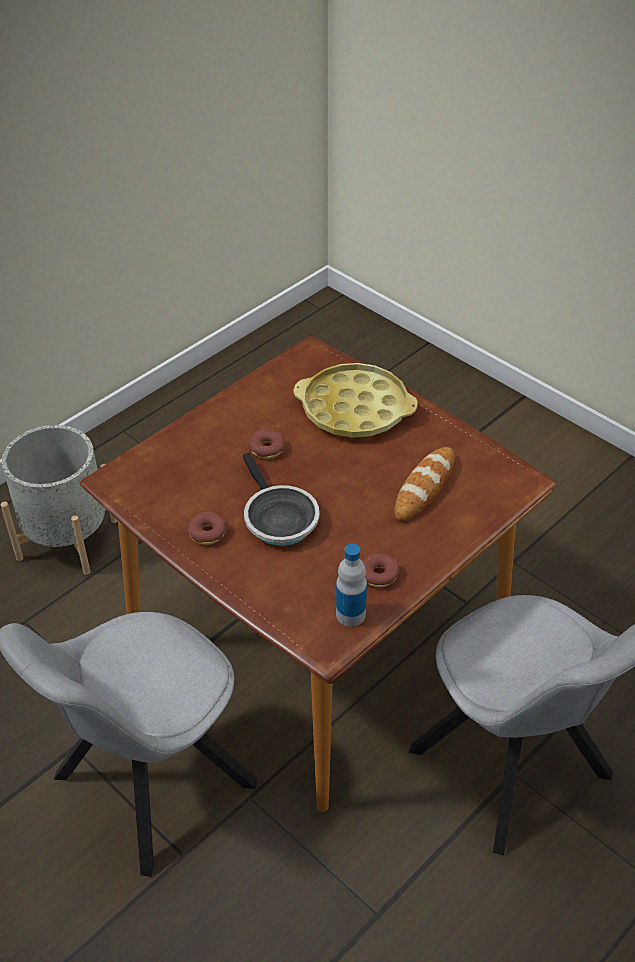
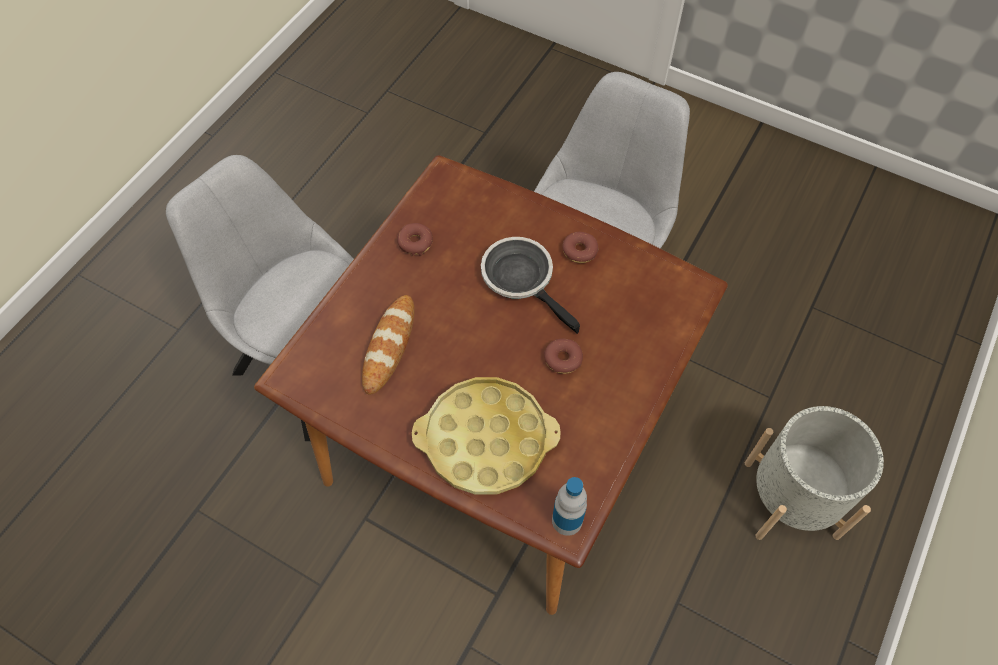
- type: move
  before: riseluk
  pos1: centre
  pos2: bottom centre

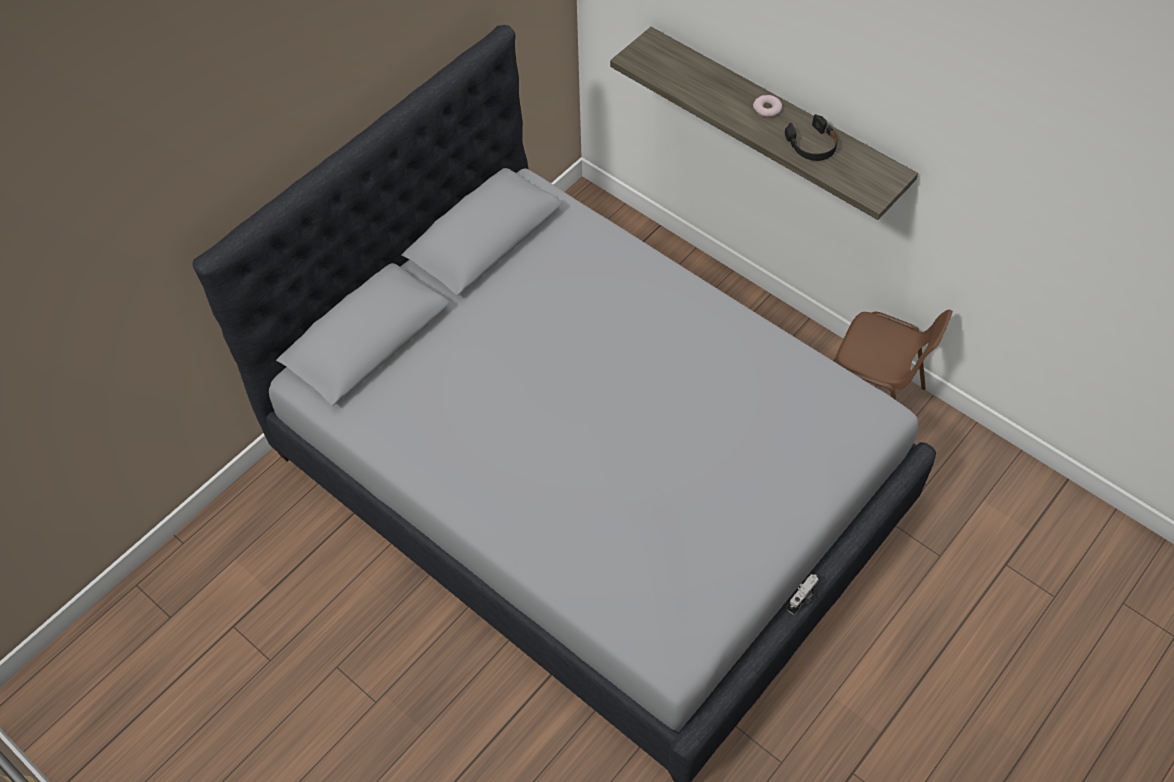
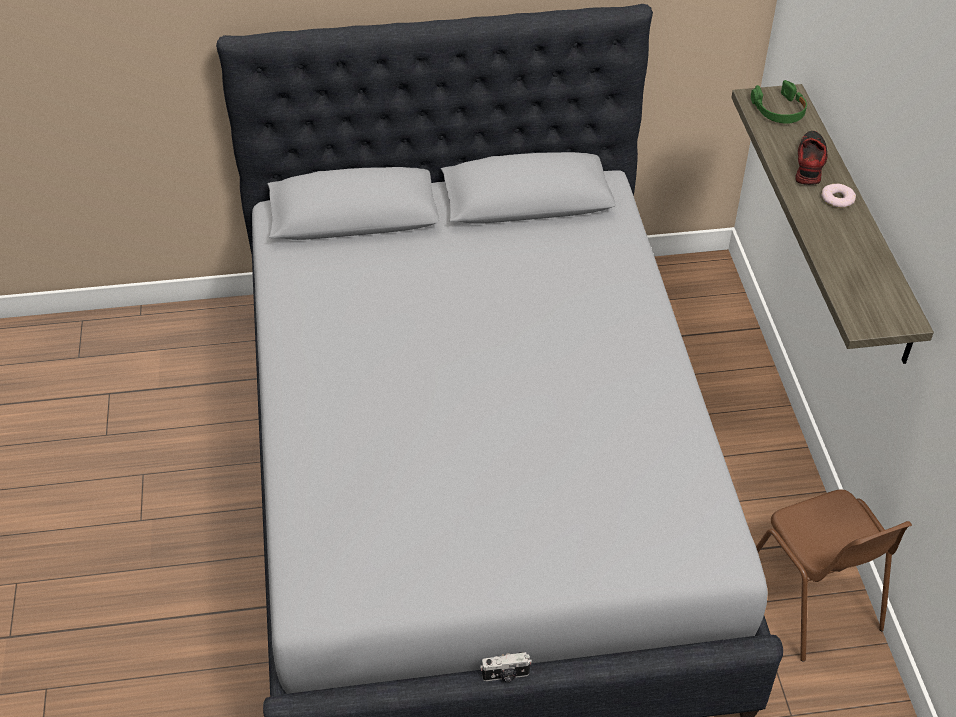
- type: delete
  before: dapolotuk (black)
  pos1: top right
- type: insert
  after: dapolotuk (green)
  pos2: top right
- type: insert
  after: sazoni
  pos2: top right

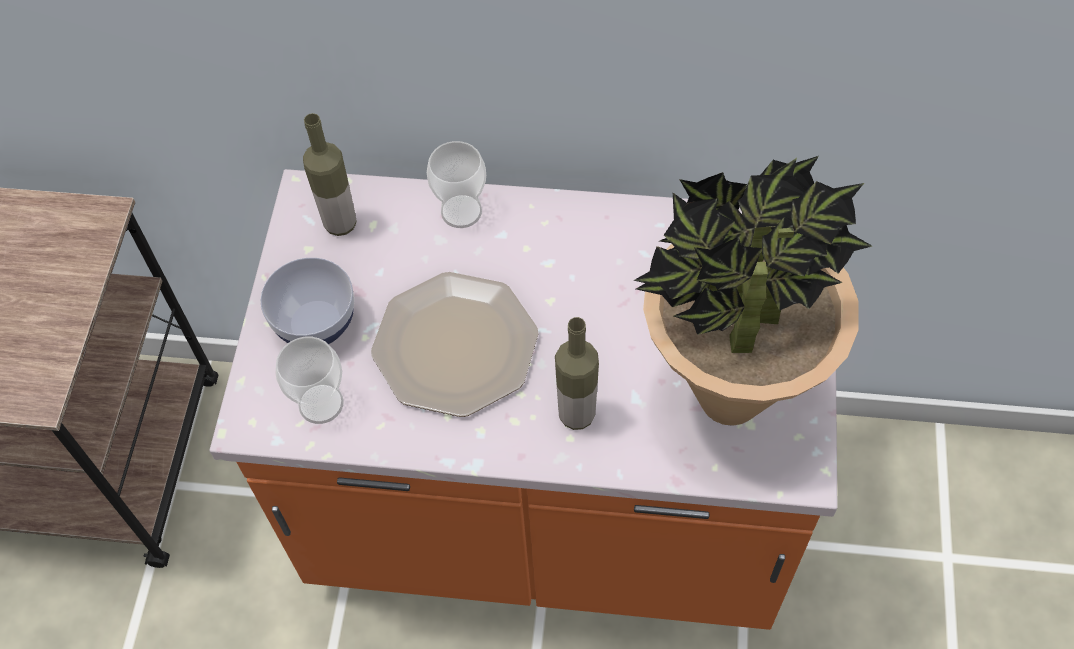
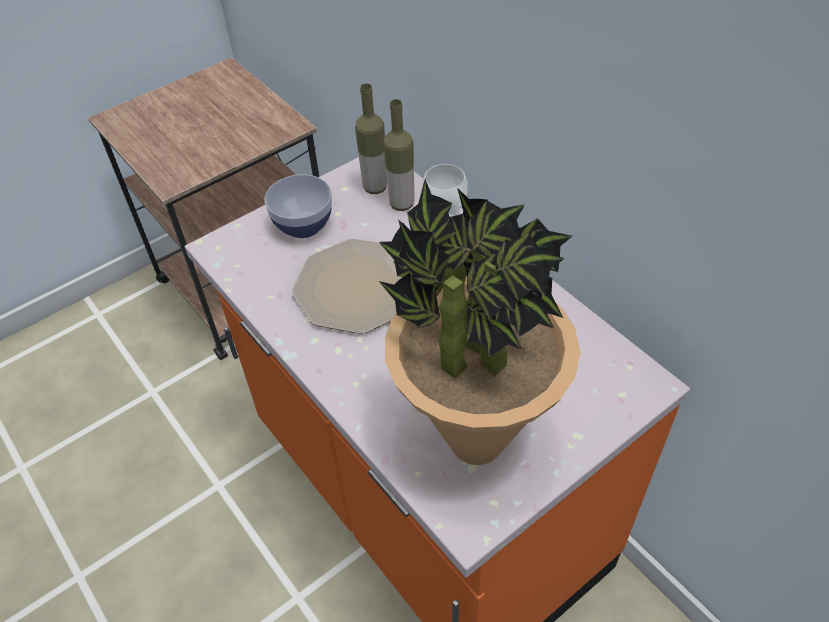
- type: delete
  before: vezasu (1st from left)
  pos1: middle left
- type: move
  before: riseluk (2nd from left)
  pos1: centre
  pos2: top centre

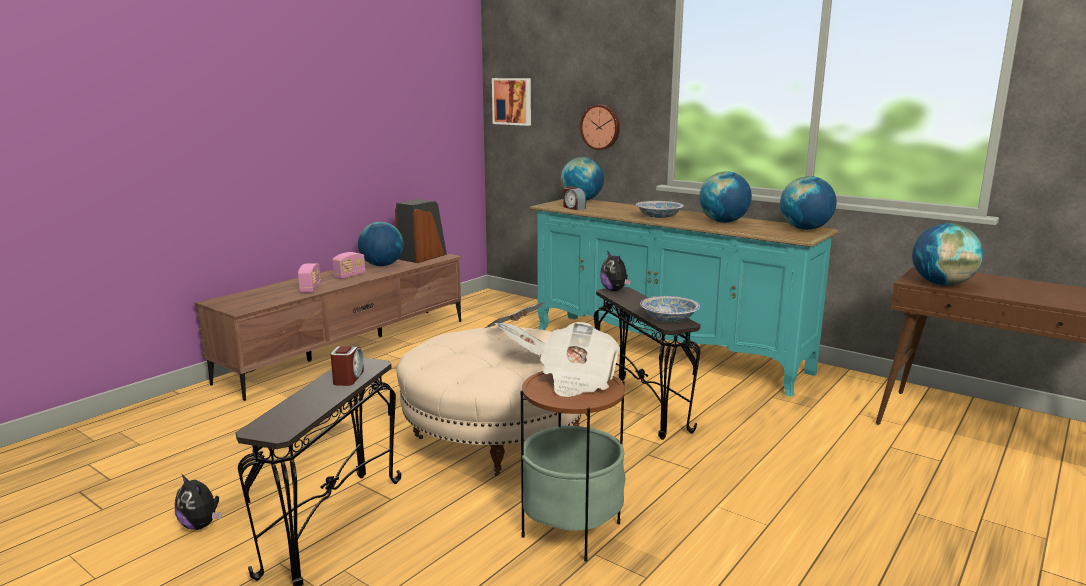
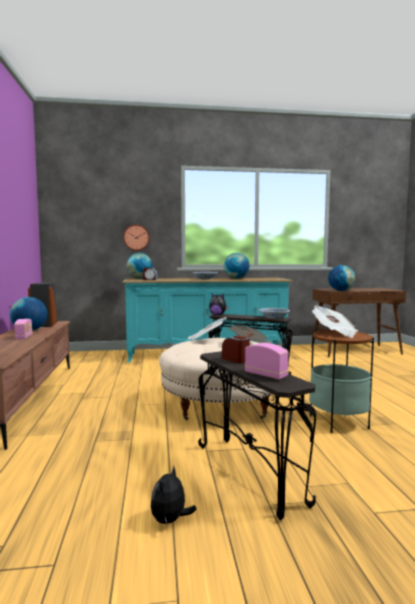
- type: delete
  before: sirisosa
  pos1: top centre
- type: delete
  before: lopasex (4th from left)
  pos1: middle right
- type: move
  before: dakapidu (1st from left in the first image)
  after: dakapidu (2nd from left)
  pos1: middle left
  pos2: centre
- type: rotate
  before: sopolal (1st from left)
  pos1: bottom left
  pos2: bottom centre
  turn: 120

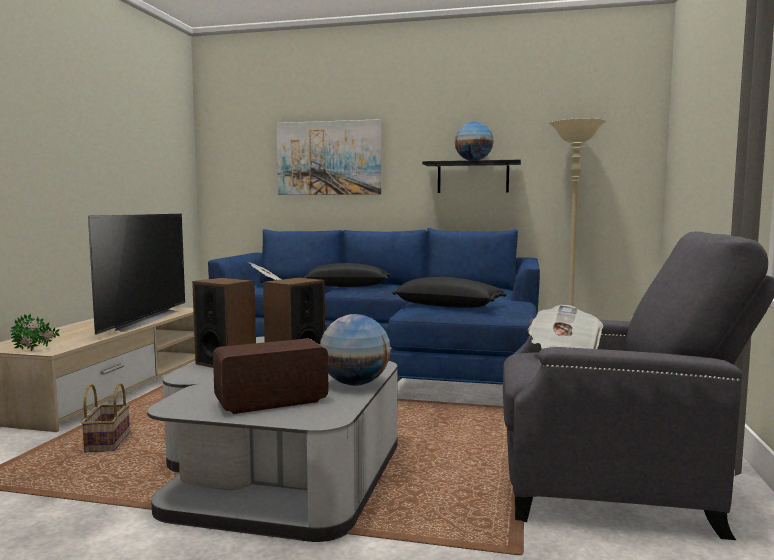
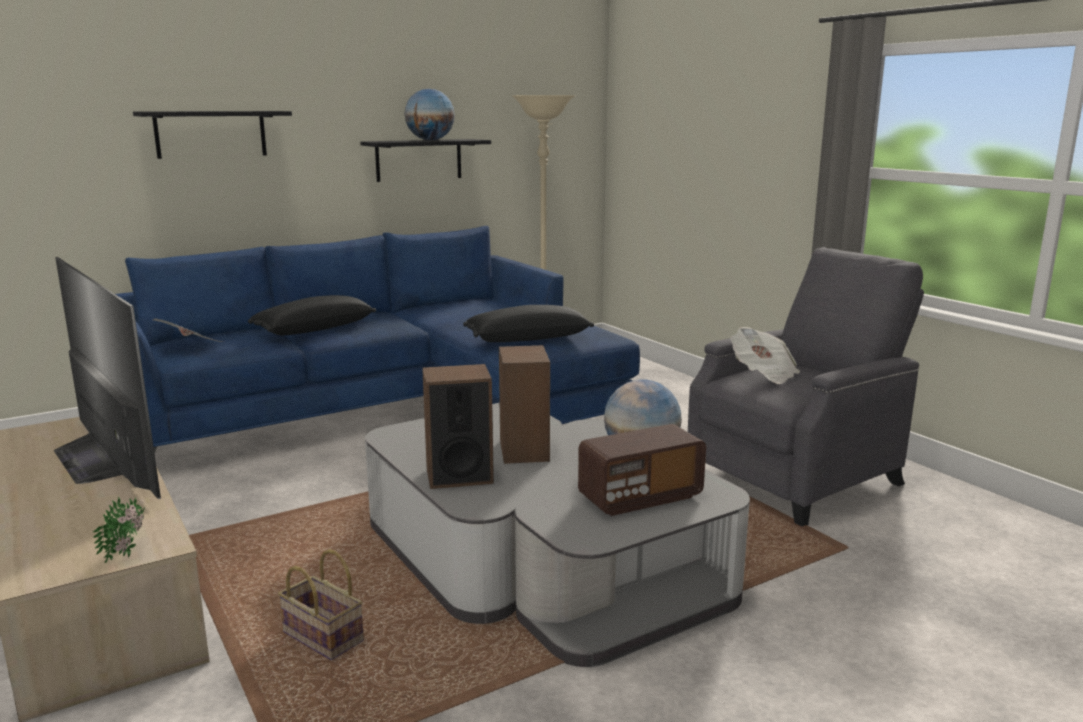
- type: replace
  before: sirisosa
  after: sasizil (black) (1st from left)
  pos1: top centre
  pos2: top left
- type: rotate
  before: dakapidu
  pos1: bottom centre
  pos2: centre
  turn: -135

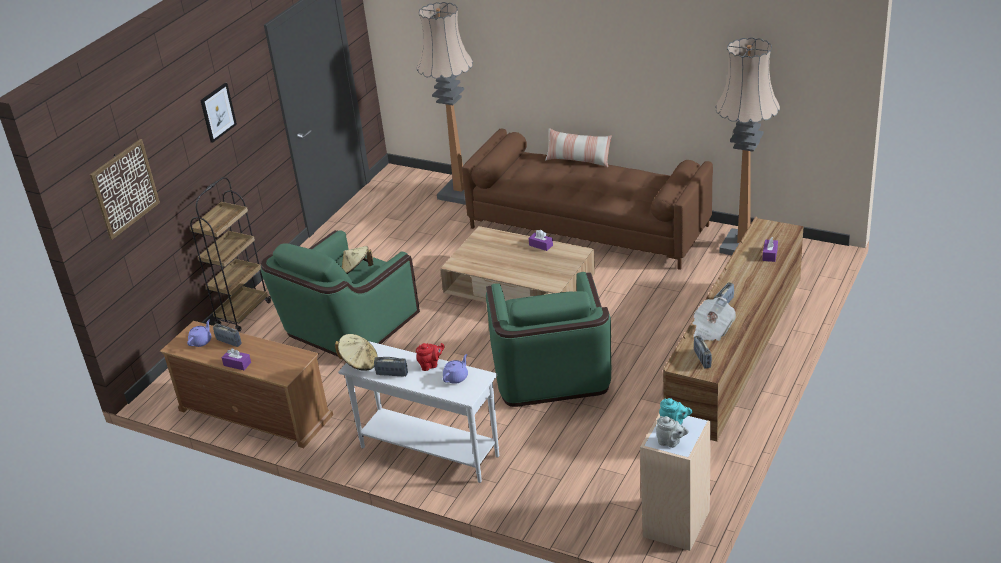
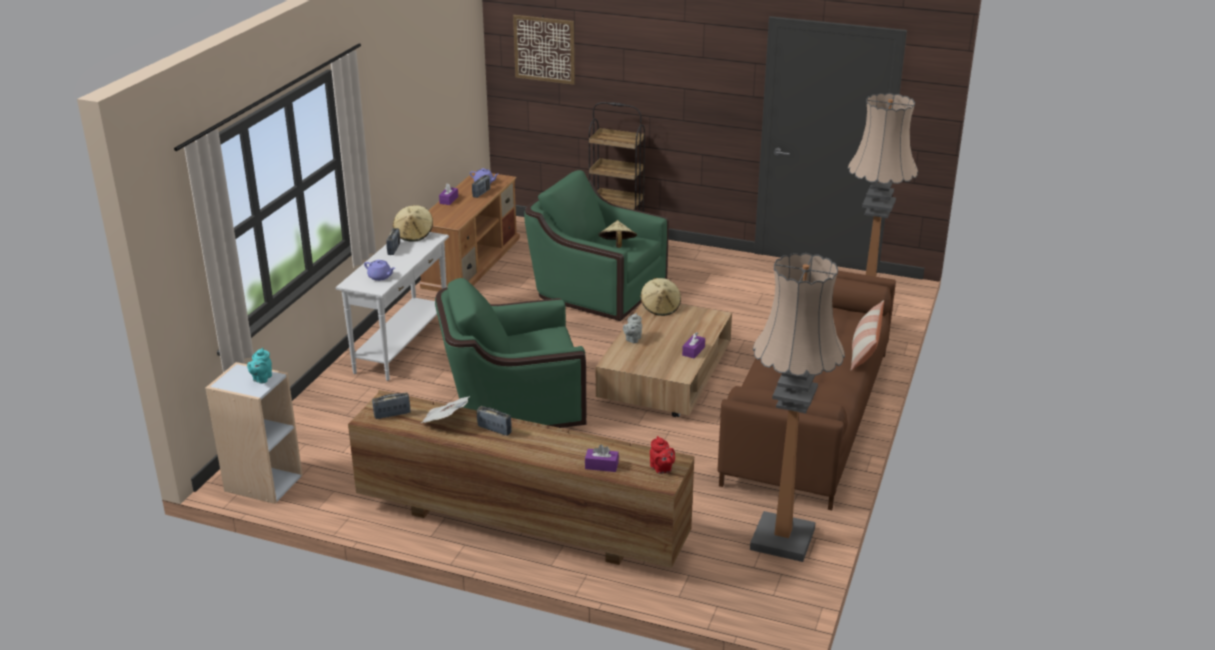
- type: delete
  before: sirisosa (2nd from left)
  pos1: top left
- type: insert
  after: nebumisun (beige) (3rd from left)
  pos2: centre
- type: move
  before: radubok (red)
  pos1: centre
  pos2: bottom centre
- type: move
  before: radubok (grey)
  pos1: bottom right
  pos2: centre

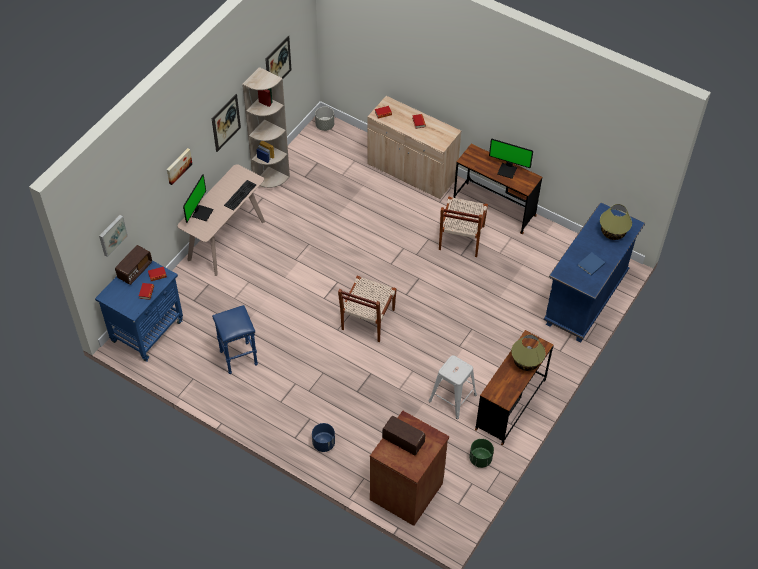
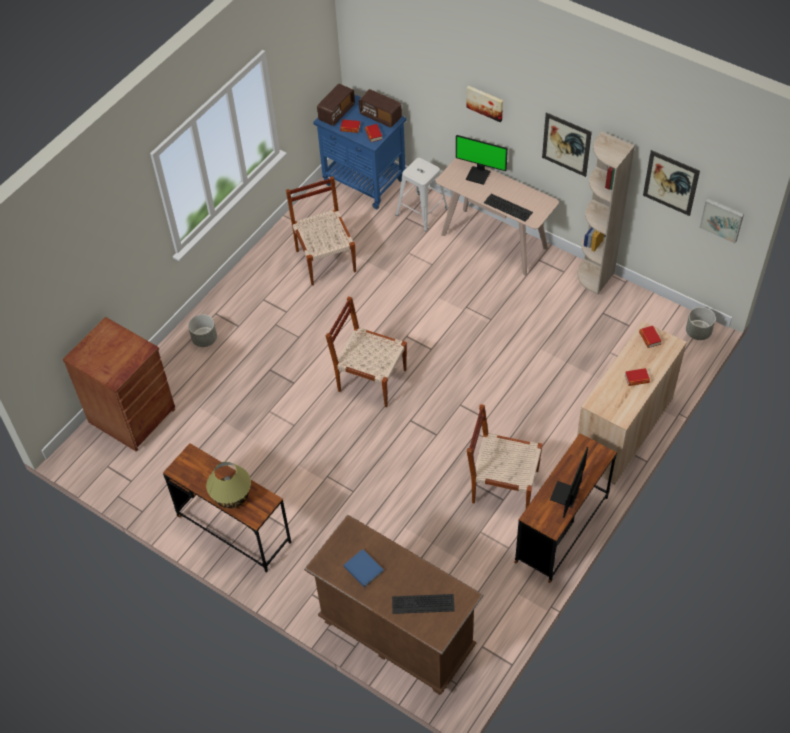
- type: delete
  before: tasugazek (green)
  pos1: bottom centre
- type: move
  before: sirisosa (1st from left in the first image)
  after: sirisosa (4th from left)
  pos1: middle left
  pos2: top right
- type: move
  before: dakapidu (2nd from left in the first image)
  after: dakapidu (1st from left)
  pos1: bottom centre
  pos2: top centre
- type: move
  before: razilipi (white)
  pos1: bottom centre
  pos2: top centre
- type: replace
  before: razilipi (blue)
  after: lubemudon (1st from left)
  pos1: middle left
  pos2: top centre
- type: replace
  before: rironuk (2nd from left)
  after: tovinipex (1st from left)
  pos1: middle right
  pos2: bottom centre
- type: recolor
  before: tasugazek (blue)
  after: tasugazek (grey) (1st from left)
  pos1: bottom centre
  pos2: middle left
- type: recolor
  before: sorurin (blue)
  after: sorurin (brown) (2nd from left)
  pos1: middle right
  pos2: bottom centre

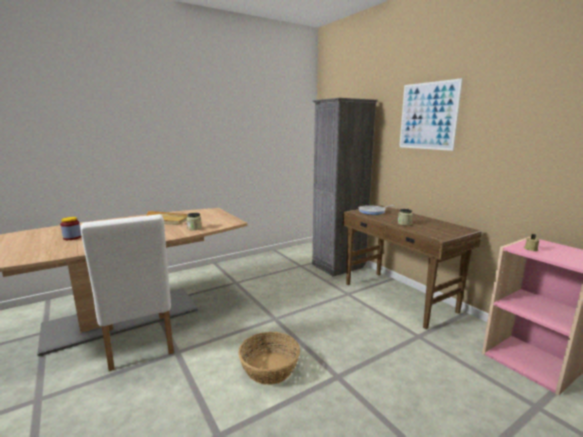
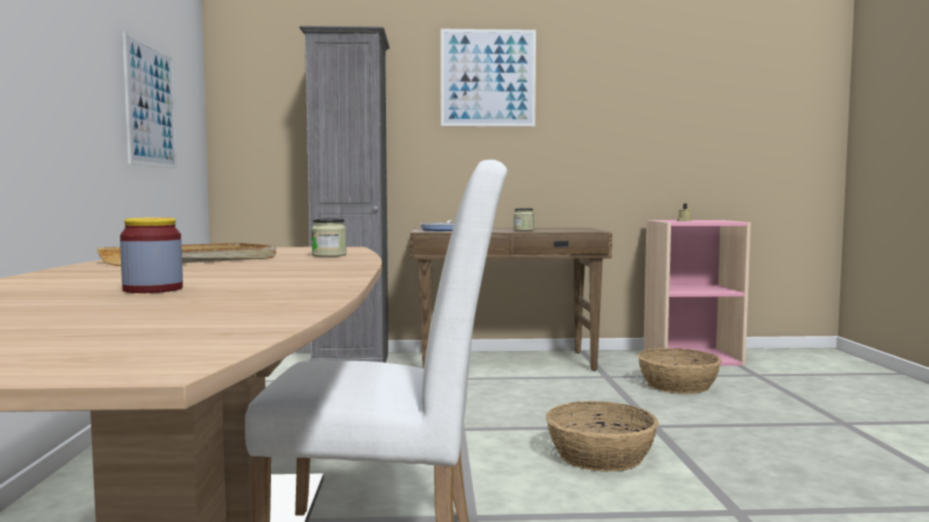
- type: insert
  after: sirisosa (1st from left)
  pos2: top left
- type: insert
  after: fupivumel (2nd from left)
  pos2: bottom right

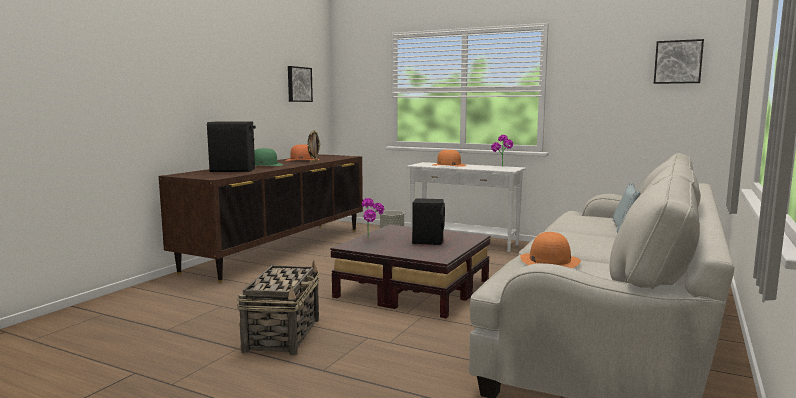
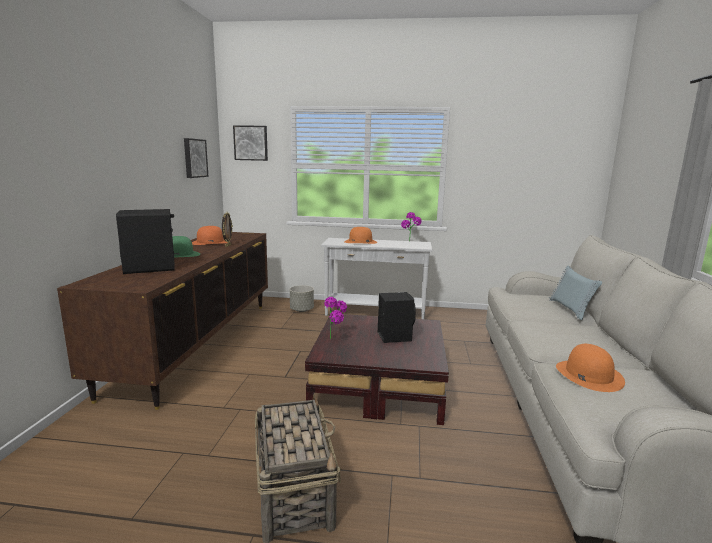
- type: move
  before: sirisosa (2nd from left)
  pos1: top right
  pos2: top centre

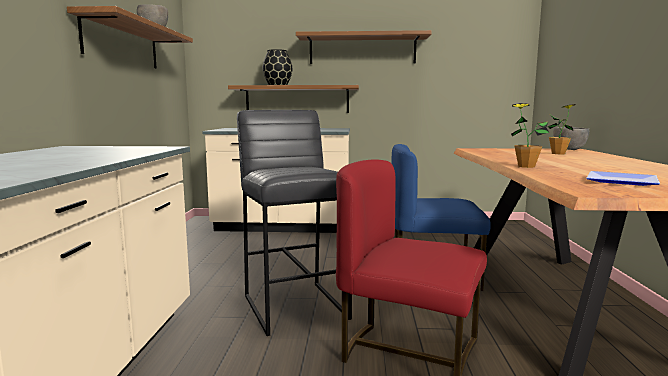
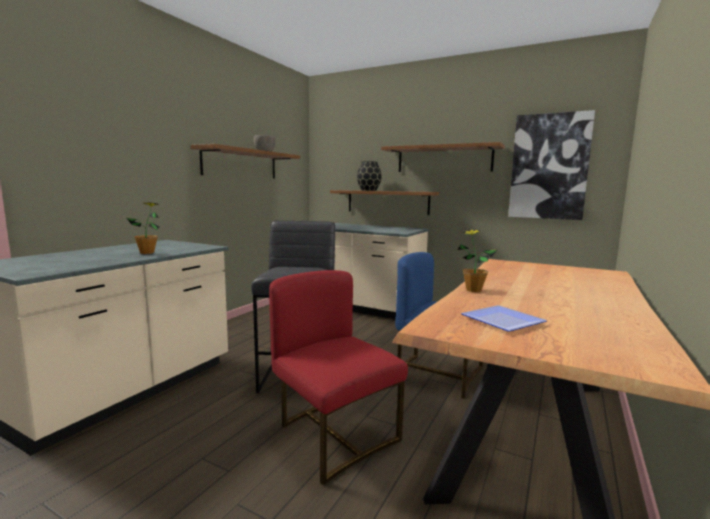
- type: delete
  before: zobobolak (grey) (2nd from left)
  pos1: middle right
- type: insert
  after: sirisosa
  pos2: top right
- type: move
  before: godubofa (2nd from left in the first image)
  after: godubofa (1st from left)
  pos1: middle right
  pos2: middle left

